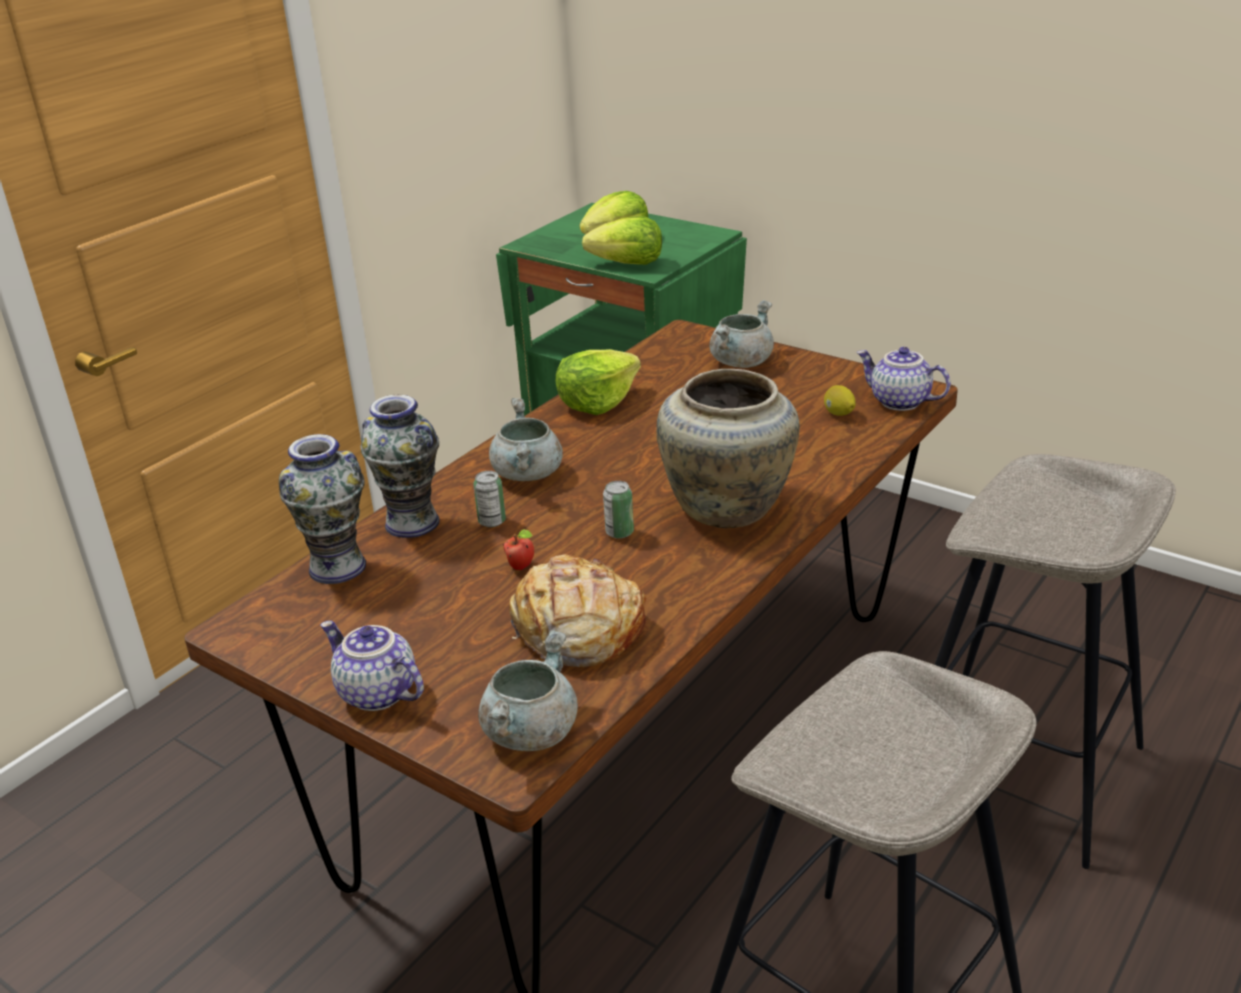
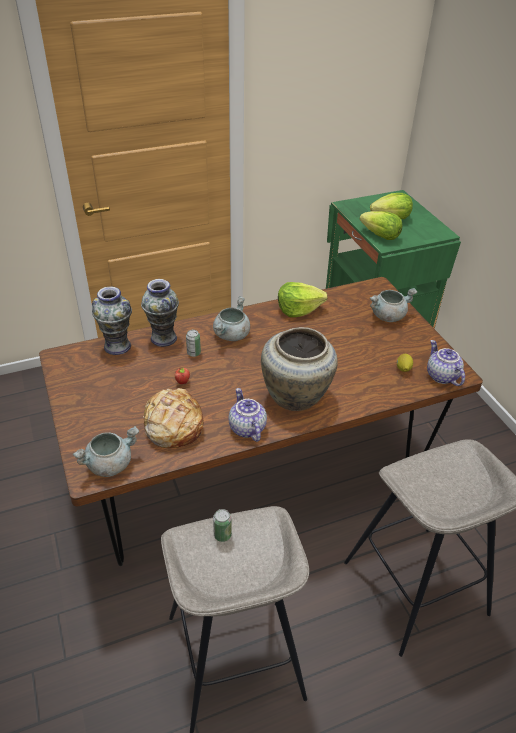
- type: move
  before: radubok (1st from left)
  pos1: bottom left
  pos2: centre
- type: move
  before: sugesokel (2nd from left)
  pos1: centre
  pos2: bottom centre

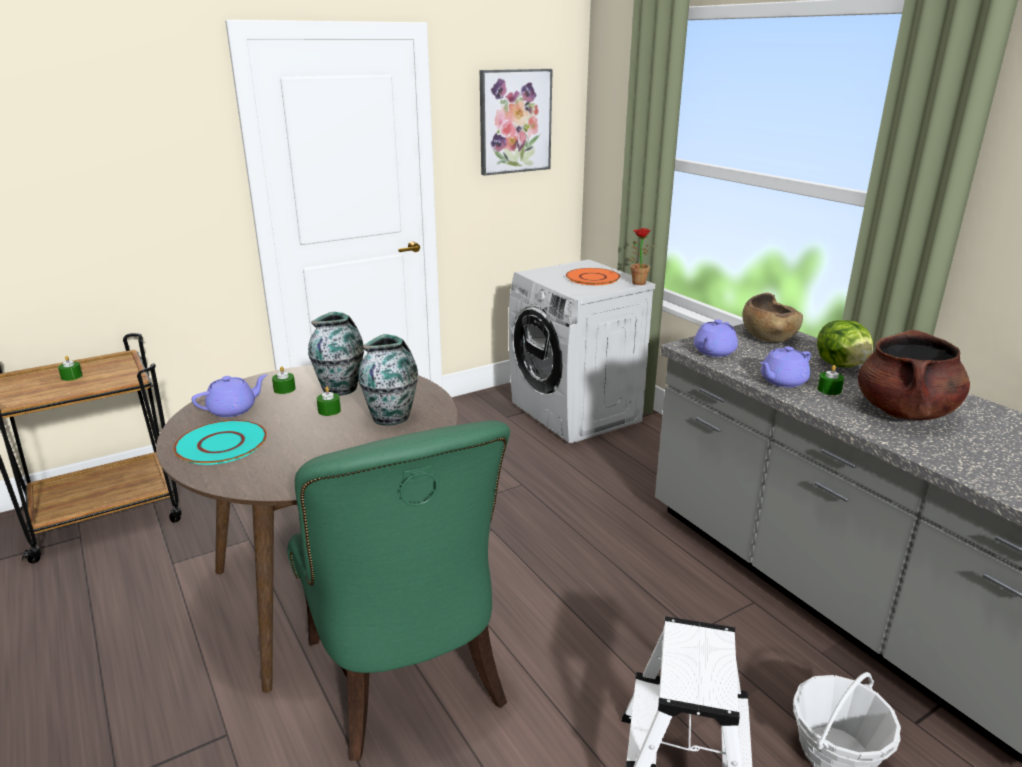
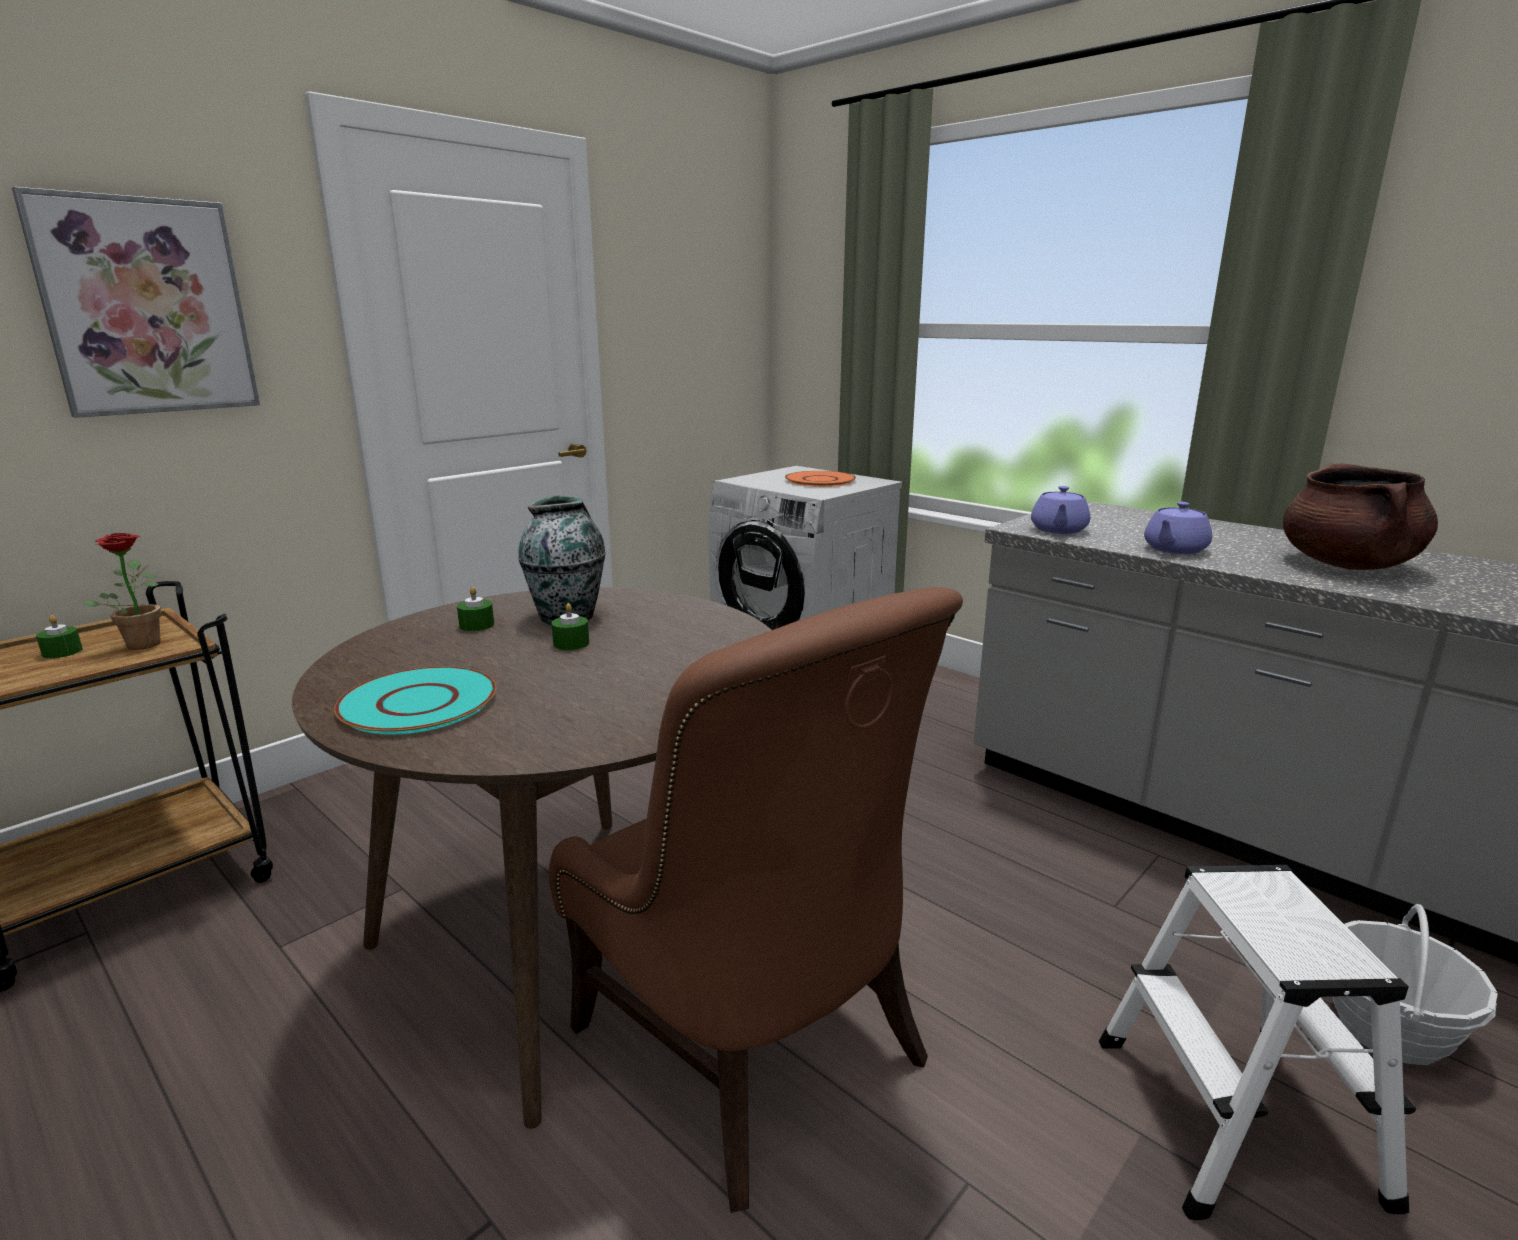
- type: delete
  before: radubok (purple) (1st from left)
  pos1: middle left
- type: delete
  before: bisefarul (2nd from left)
  pos1: centre
- type: delete
  before: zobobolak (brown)
  pos1: middle right
- type: delete
  before: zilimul
  pos1: middle right
- type: delete
  before: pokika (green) (4th from left)
  pos1: middle right
- type: move
  before: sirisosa
  pos1: top centre
  pos2: top left
- type: move
  before: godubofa
  pos1: centre
  pos2: middle left
- type: recolor
  before: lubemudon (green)
  after: lubemudon (brown)
  pos1: bottom centre
  pos2: bottom centre

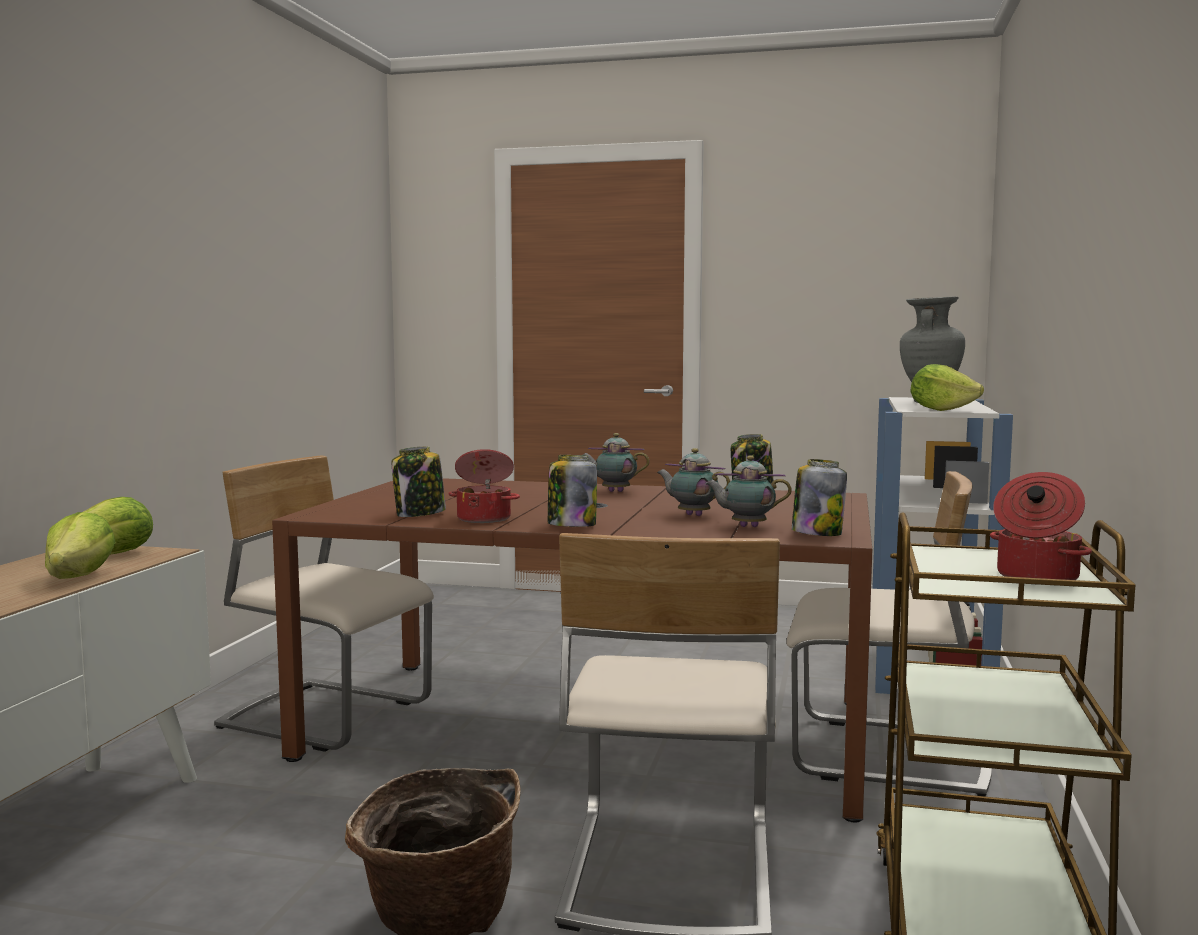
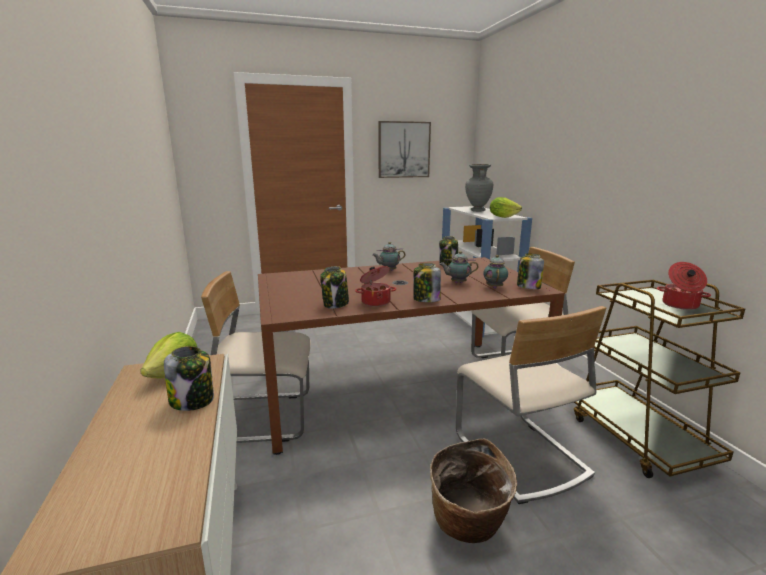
- type: insert
  after: sirisosa
  pos2: top centre
- type: replace
  before: zilimul (1st from left)
  after: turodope (1st from left)
  pos1: middle left
  pos2: middle left
- type: rotate
  before: radubok (3rd from left)
  pos1: centre
  pos2: centre
  turn: 120

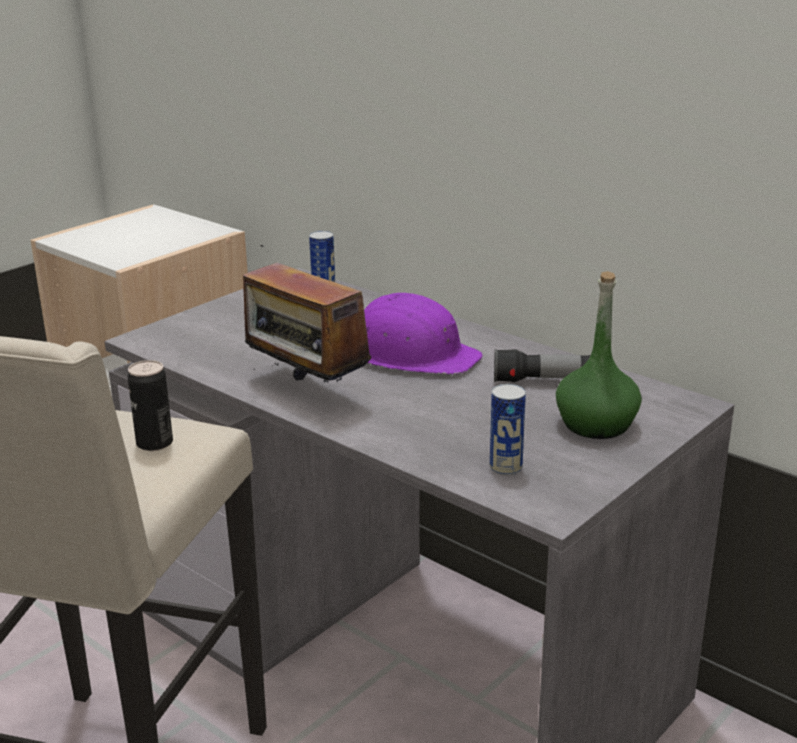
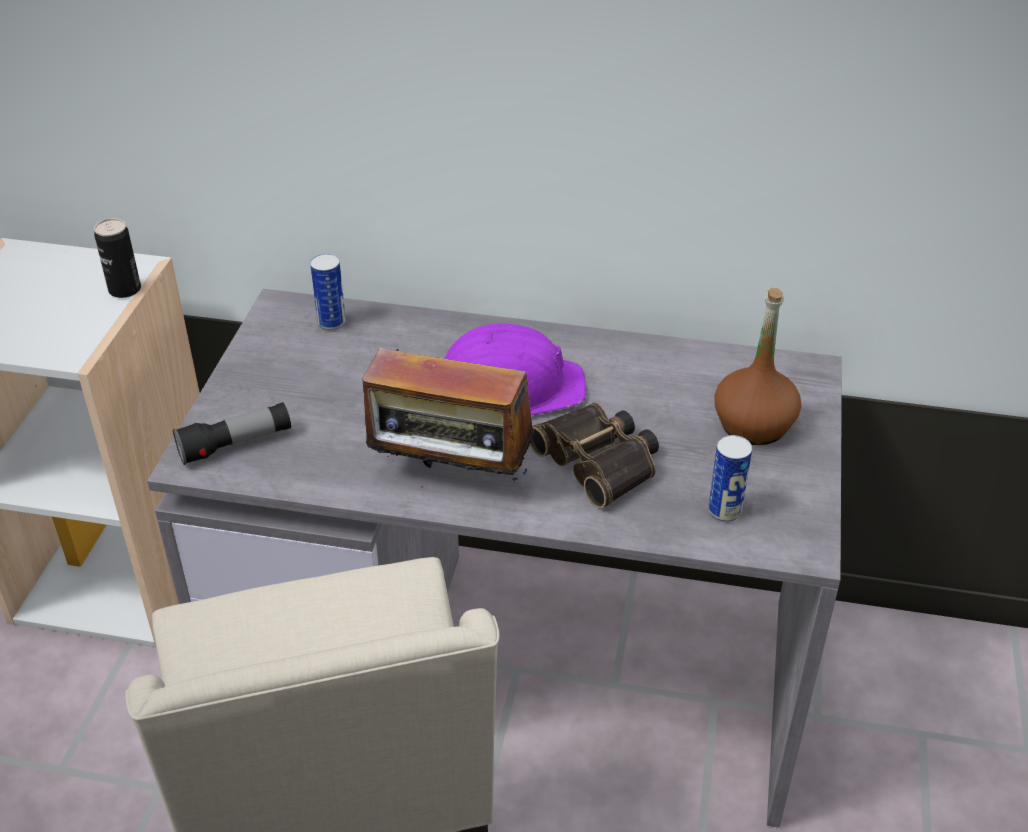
- type: insert
  after: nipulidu
  pos2: centre
- type: move
  before: sugesokel (1st from left)
  pos1: middle left
  pos2: top left
- type: move
  before: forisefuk
  pos1: middle right
  pos2: middle left
- type: recolor
  before: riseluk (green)
  after: riseluk (brown)
  pos1: middle right
  pos2: middle right

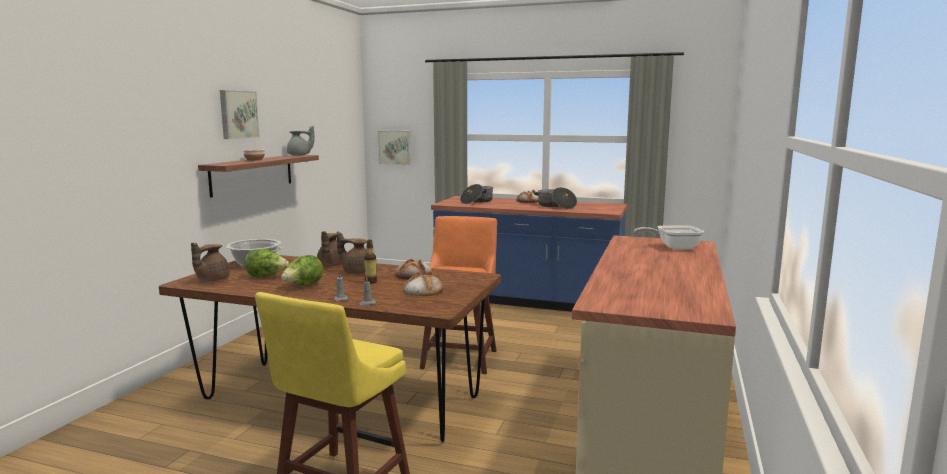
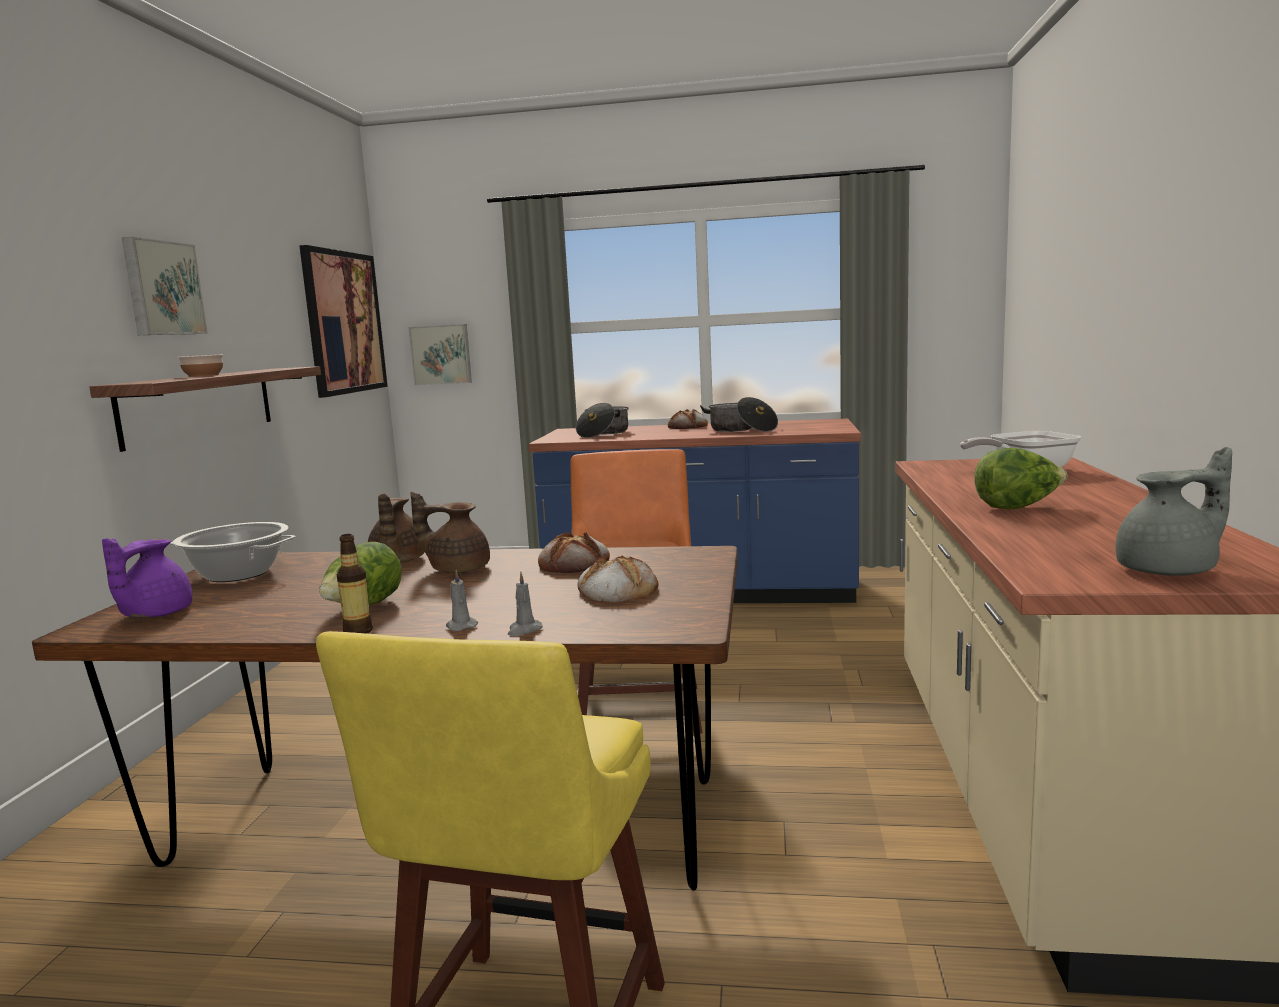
- type: insert
  after: sirisosa (2nd from left)
  pos2: top left
- type: move
  before: zilimul (1st from left in the first image)
  after: zilimul (2nd from left)
  pos1: middle left
  pos2: middle right
- type: move
  before: radubok (grey)
  pos1: top left
  pos2: middle right
- type: move
  before: riseluk
  pos1: centre
  pos2: middle left
- type: recolor
  before: radubok (brown) (1st from left)
  after: radubok (purple)
  pos1: middle left
  pos2: middle left

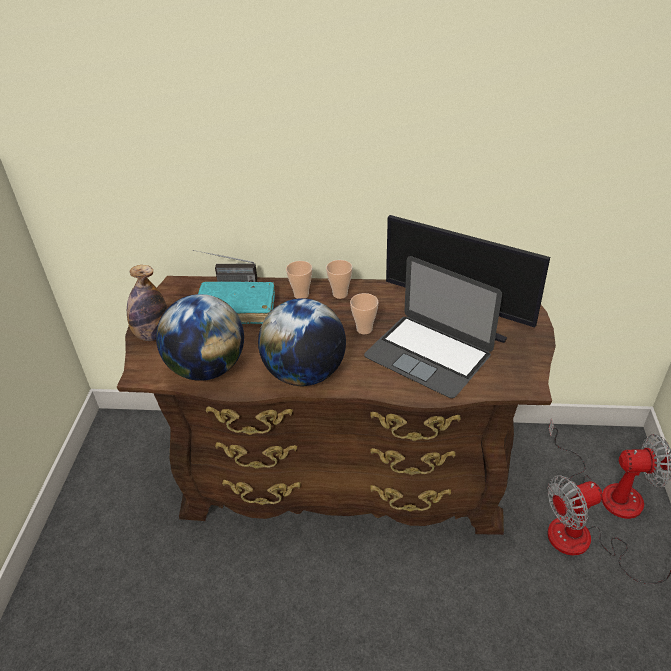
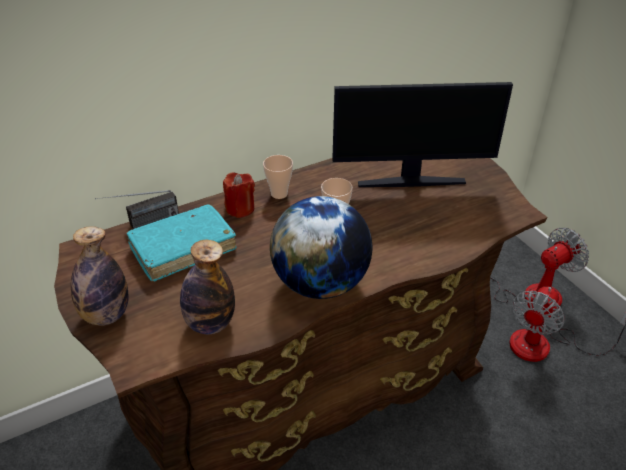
- type: delete
  before: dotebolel
  pos1: centre
- type: replace
  before: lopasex (1st from left)
  after: riseluk (2nd from left)
  pos1: middle left
  pos2: middle left
- type: replace
  before: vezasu (1st from left)
  after: pokika (red)
  pos1: centre
  pos2: centre

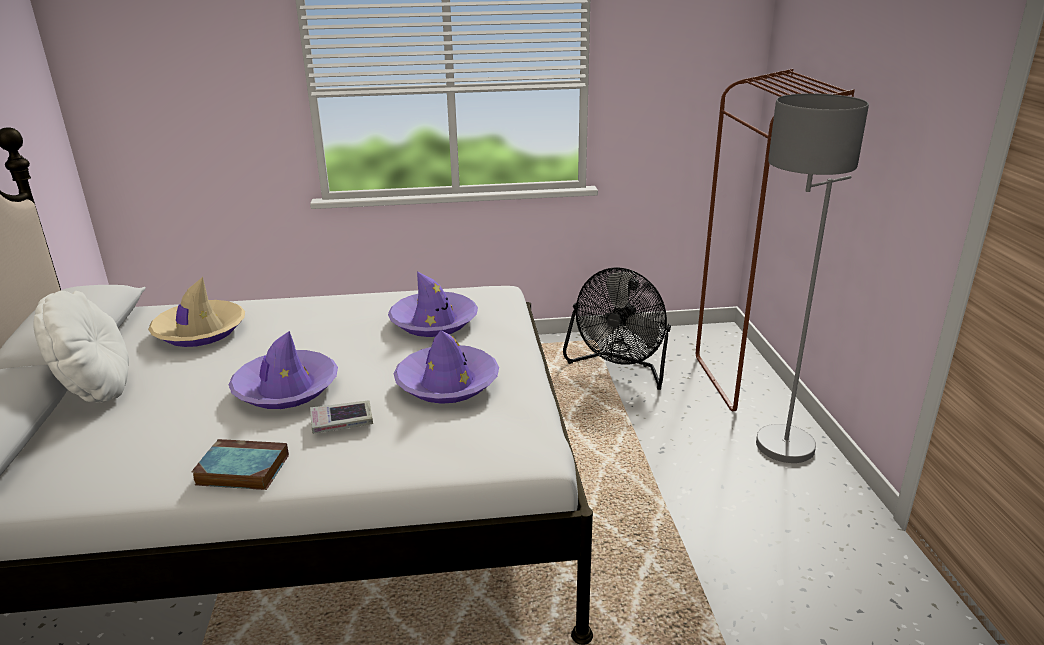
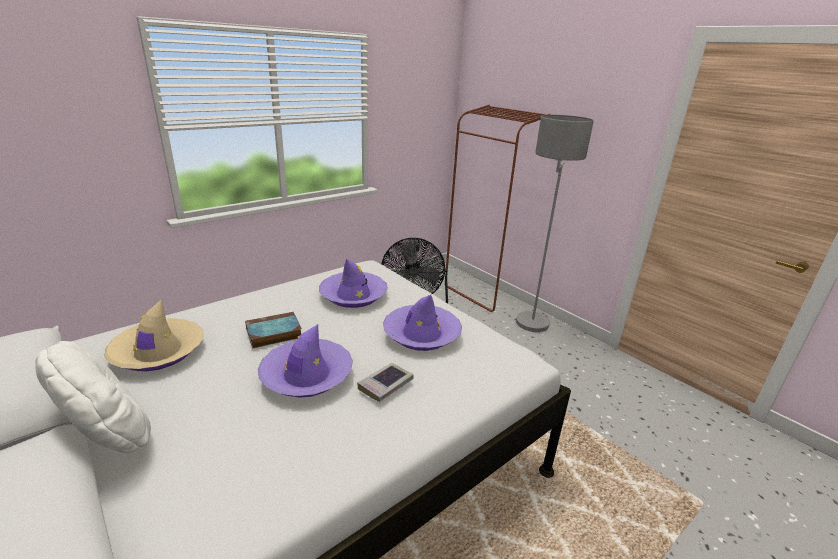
- type: move
  before: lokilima (1st from left)
  pos1: bottom left
  pos2: middle left

